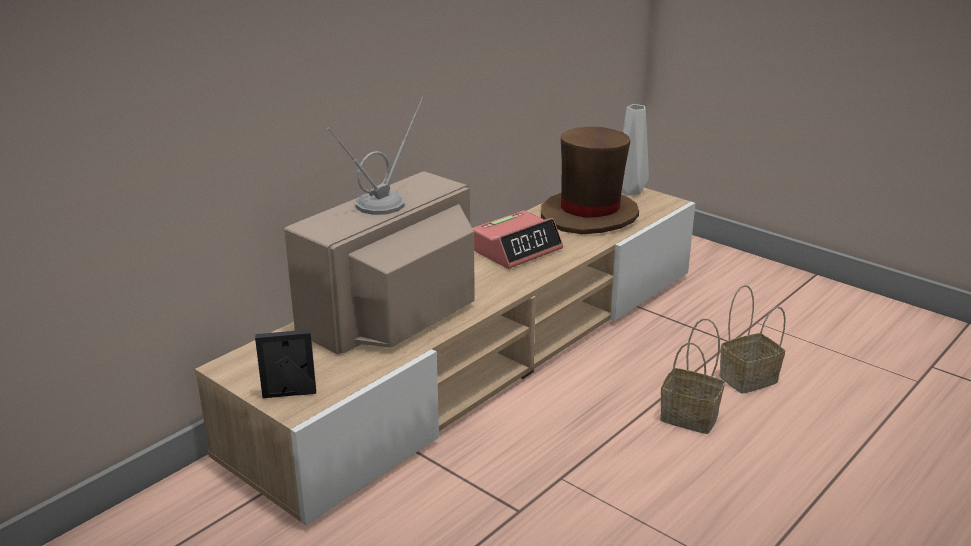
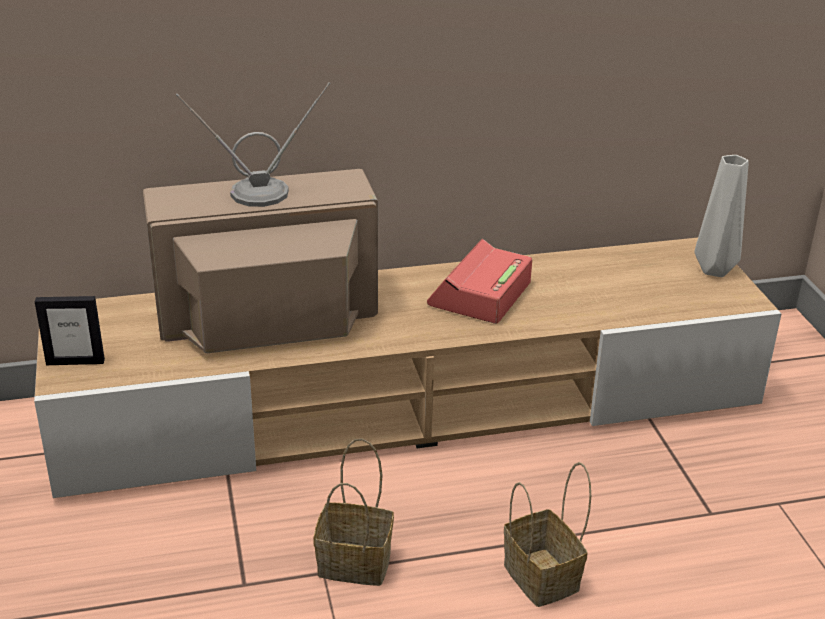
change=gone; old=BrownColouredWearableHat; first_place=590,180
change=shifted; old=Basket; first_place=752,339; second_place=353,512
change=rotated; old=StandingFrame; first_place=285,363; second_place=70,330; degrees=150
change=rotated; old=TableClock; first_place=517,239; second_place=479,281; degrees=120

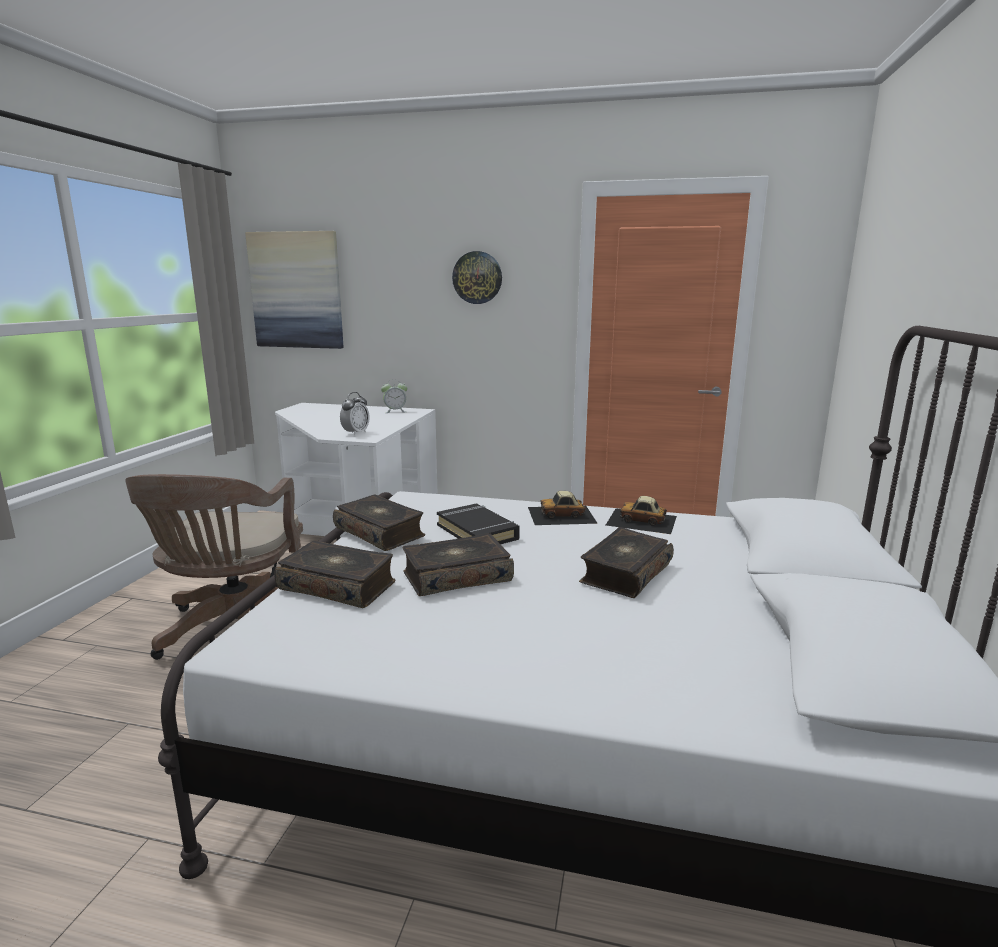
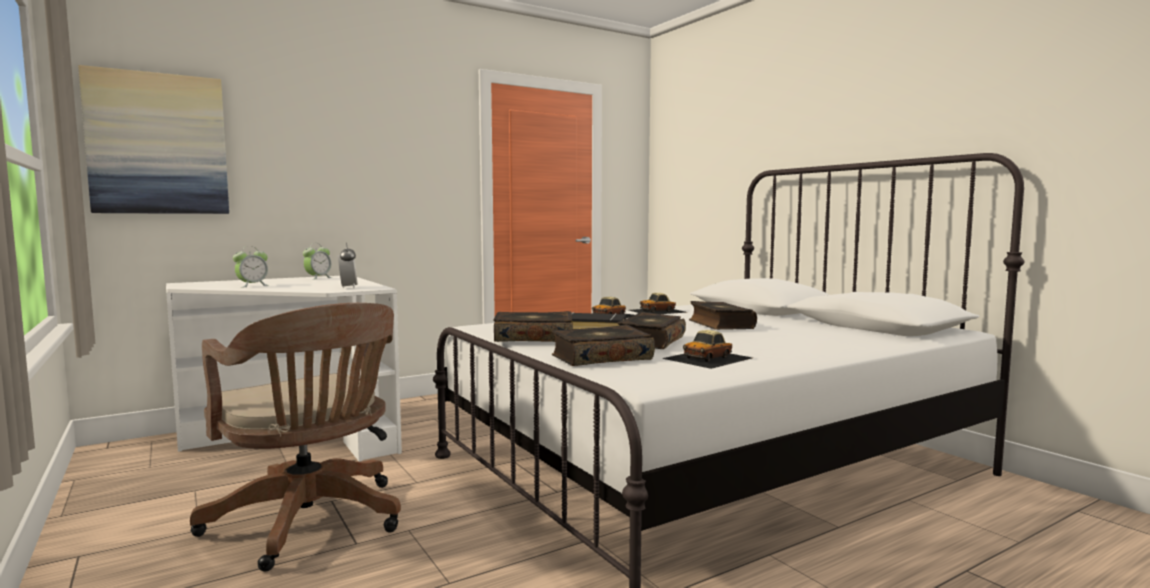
change=gone; old=ClockOnTheWall; first_place=477,277
change=new; new=TableClock; second_place=251,267
change=new; new=MiniatureCar; second_place=707,349

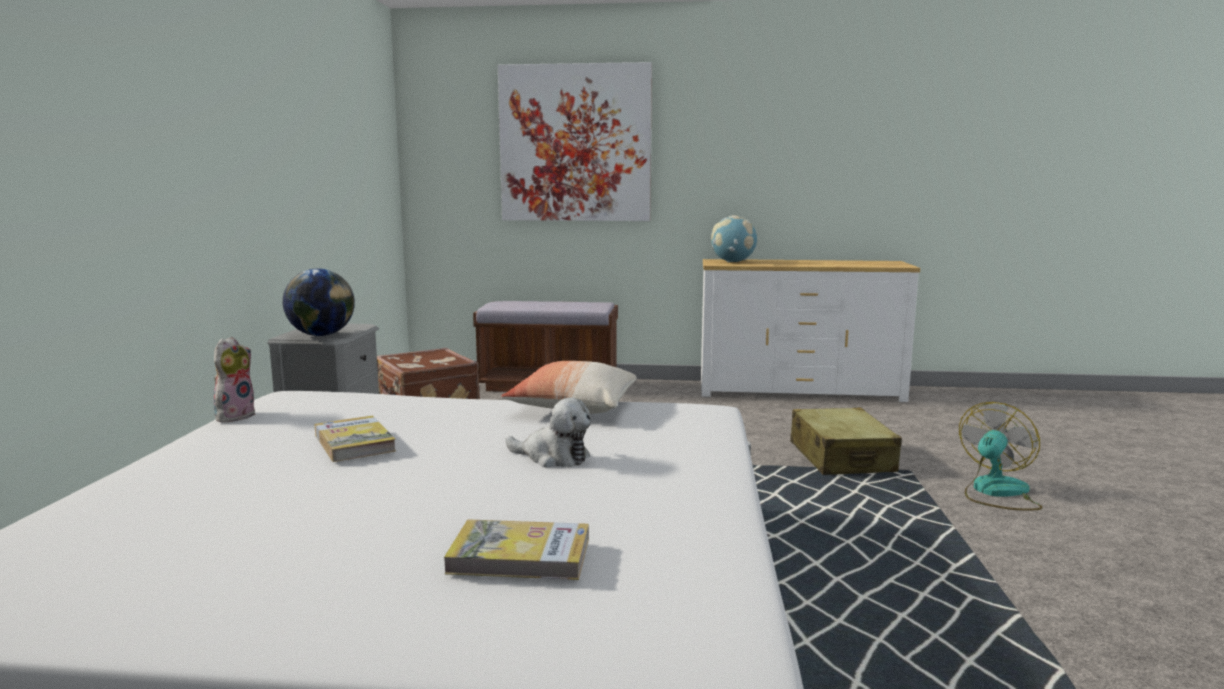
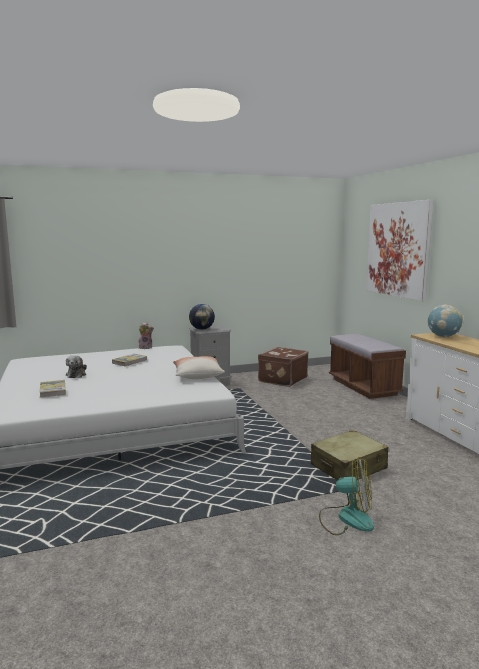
change=shifted; old=PlushToy; first_place=548,432; second_place=76,366

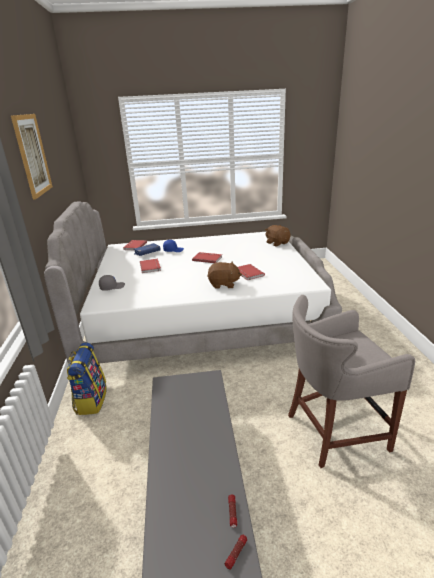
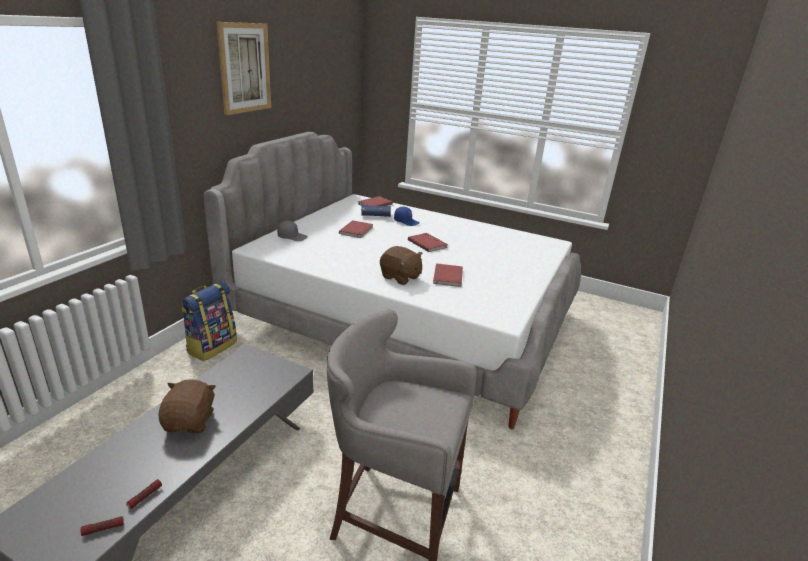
change=shifted; old=BrownColouredPlushToy; first_place=278,235; second_place=187,406

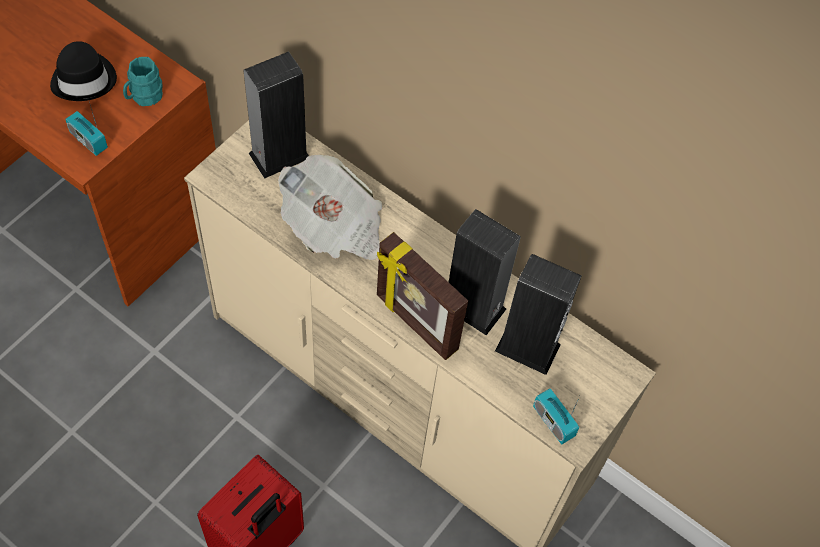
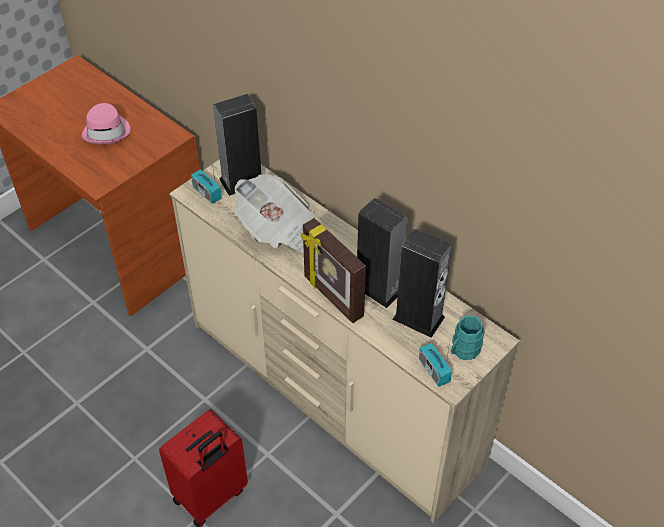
change=shifted; old=RadioSet; first_place=86,129; second_place=206,183
change=shifted; old=BlueGreenCoffeeMug; first_place=143,81; second_place=467,338
change=repainted; old=BlackWearableHat; new=PinkColouredWearableHat; first_place=83,71; second_place=106,124

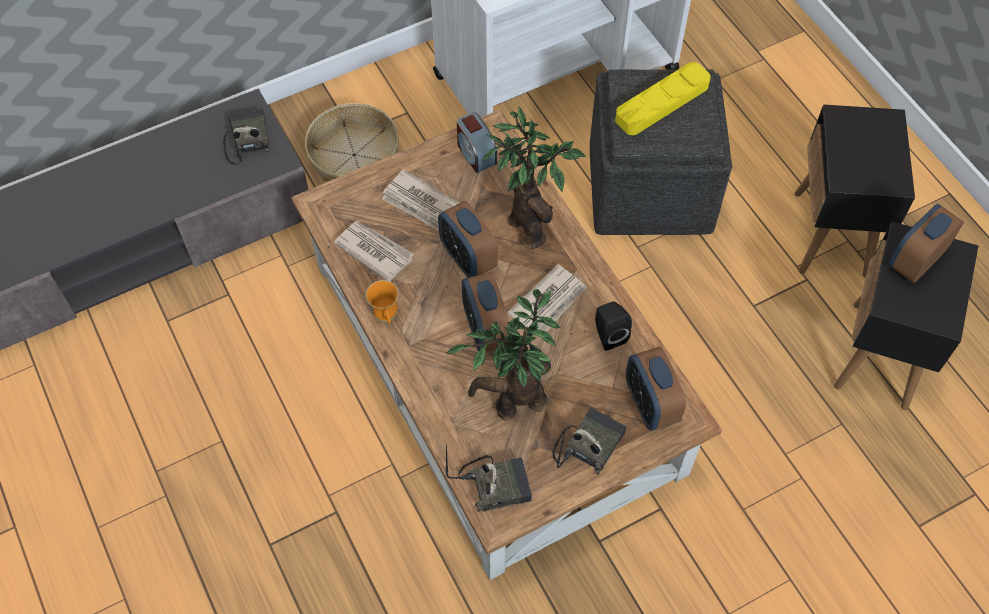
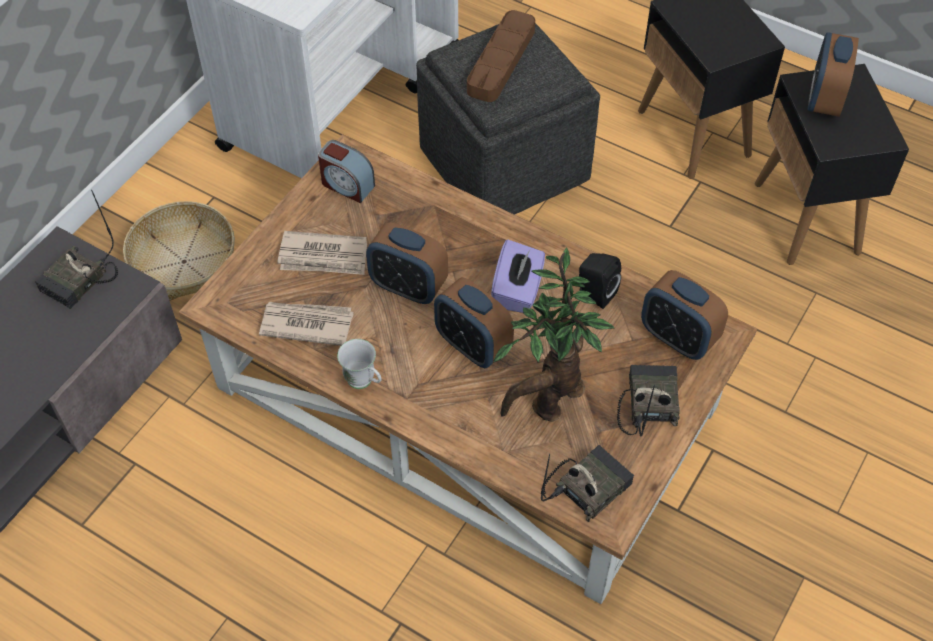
change=gone; old=PottedPlant; first_place=534,178
change=swapped; old=PrintedPaper; new=PurpleColouredTissueHolder; first_place=547,297; second_place=518,276
change=repainted; old=OrangeyCoffeeMug; new=WhiteColouredCoffeeMug; first_place=382,302; second_place=359,364
change=repainted; old=YellowColouredCarryingTray; new=BrownColouredCarryingTray; first_place=663,98; second_place=501,56
change=rotated; old=RadioSet; first_place=246,137; second_place=76,249; degrees=-105

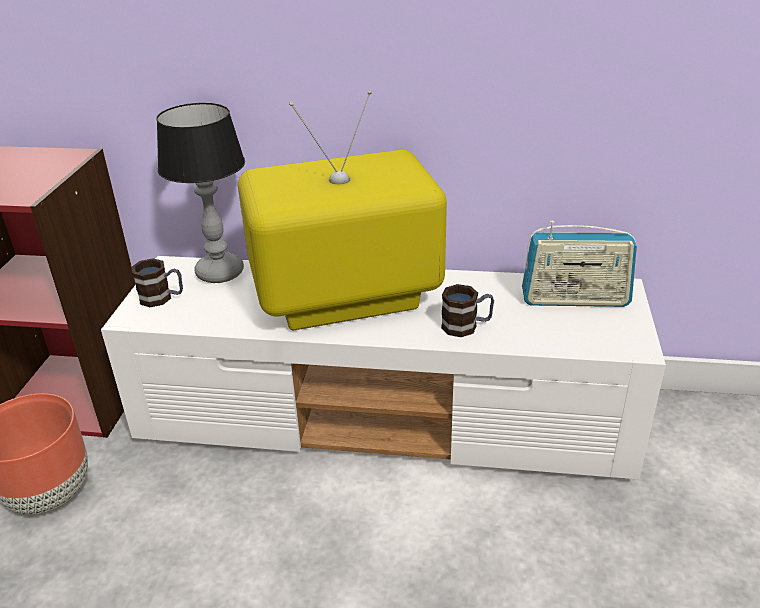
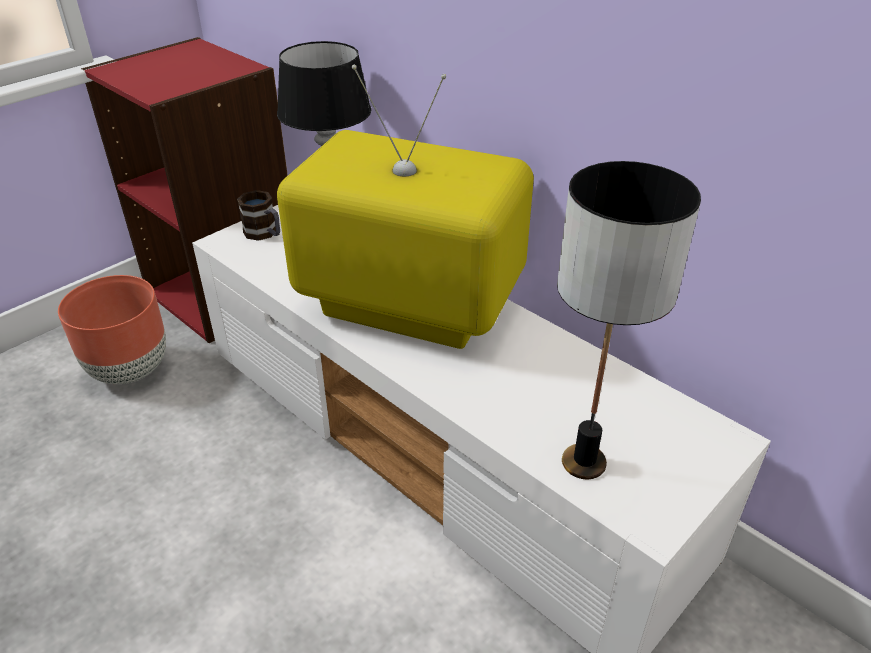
change=gone; old=CoffeeMug; first_place=467,310
change=gone; old=RadioSet; first_place=579,264
change=new; new=TableLamp; second_place=629,320

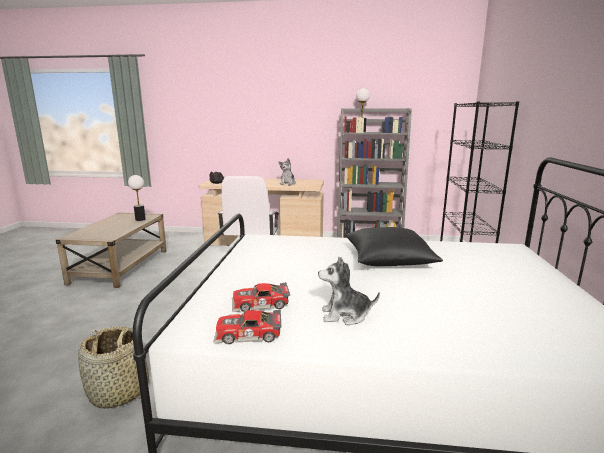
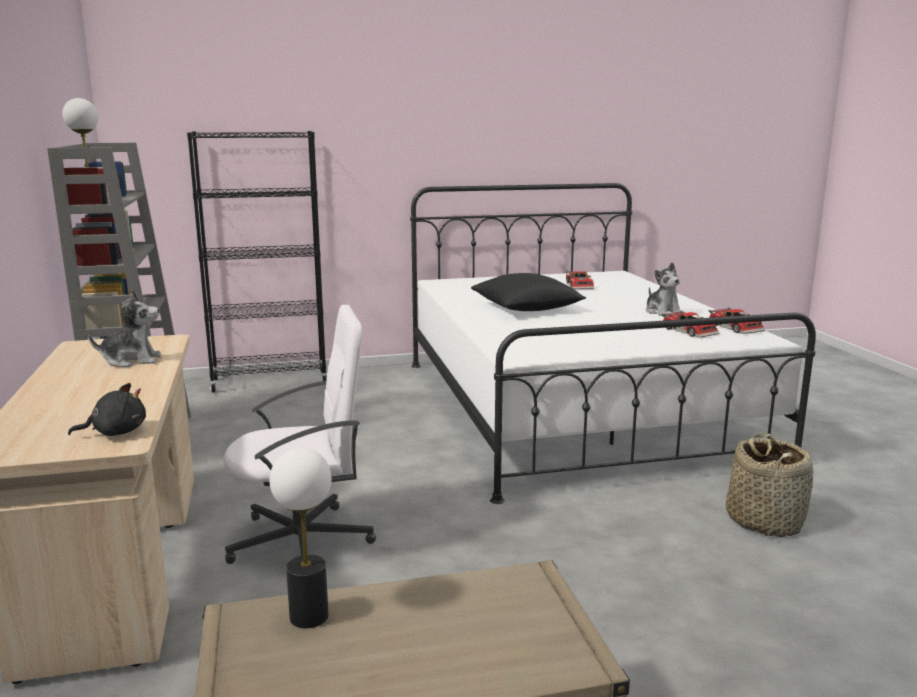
change=new; new=MiniatureCar; second_place=580,280

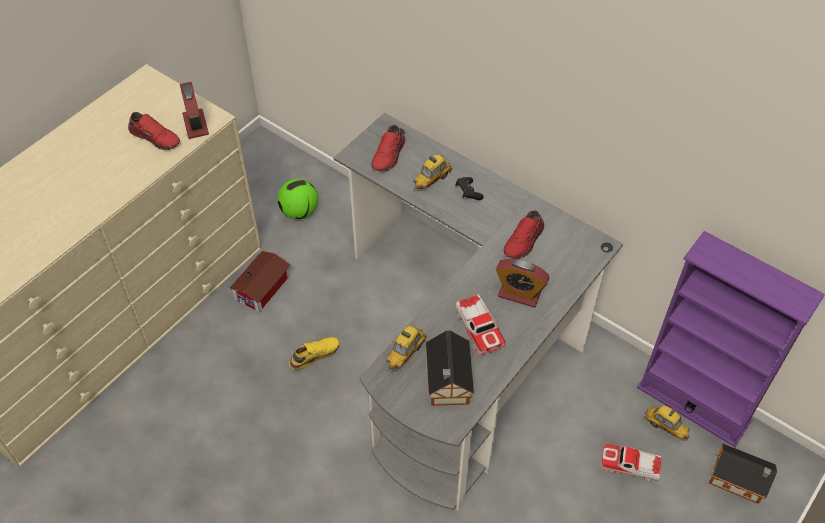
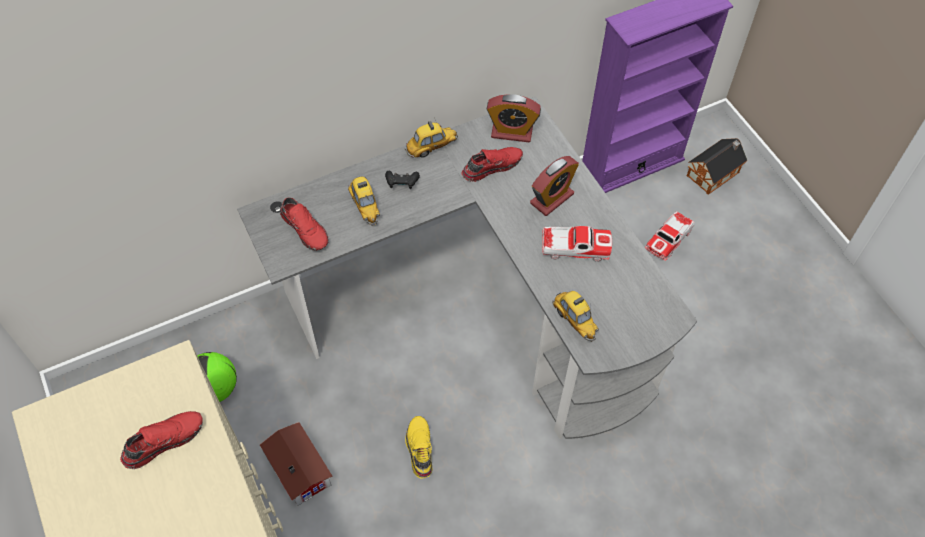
change=gone; old=ToyHouse; first_place=450,368
change=shifted; old=TableClock; first_place=194,110; second_place=514,118
change=shifted; old=MiniatureCar; first_place=667,423; second_place=431,137
change=rotated; old=RedLowShoe; first_place=523,234; second_place=492,164; degrees=-90

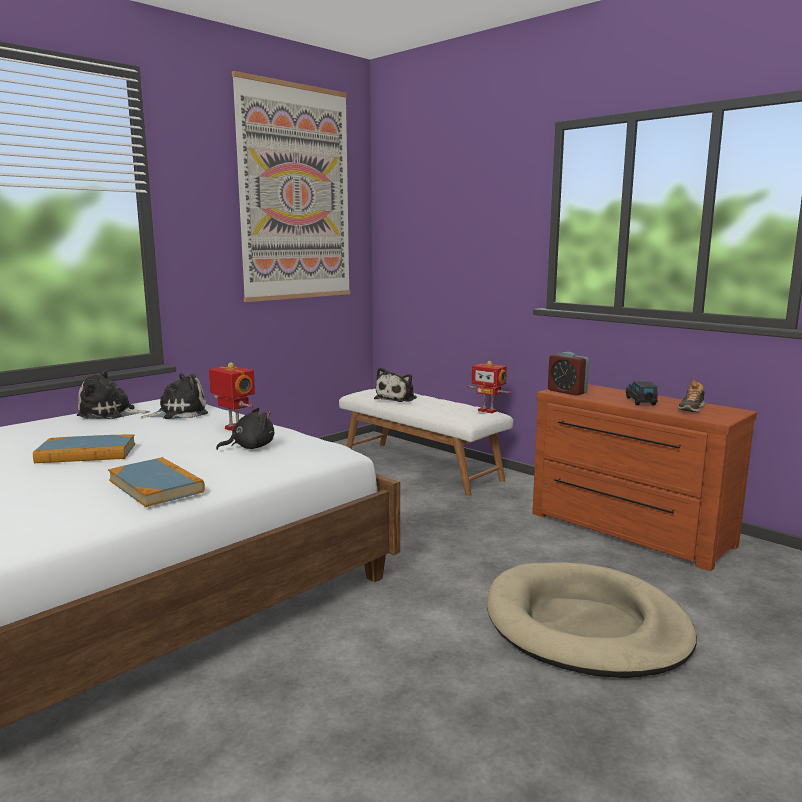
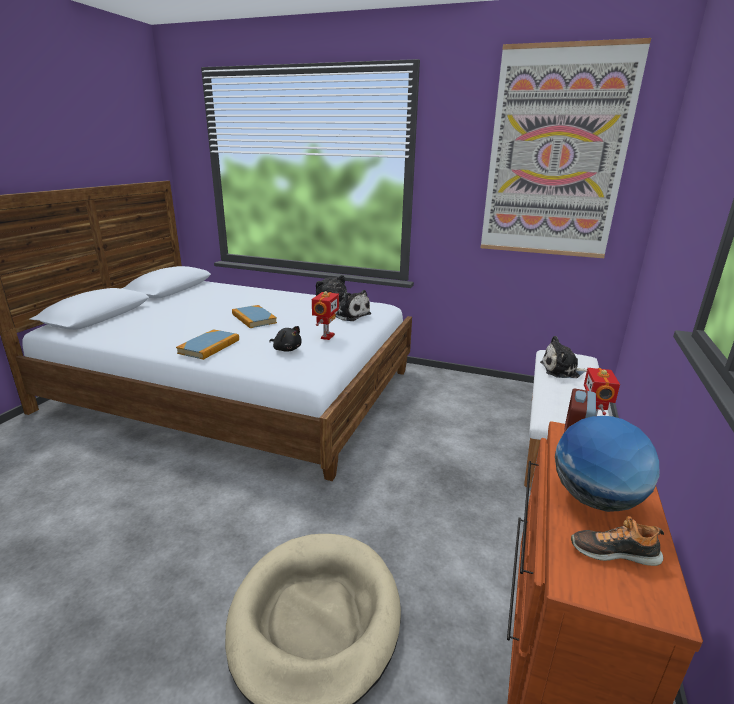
change=swapped; old=BlackMiniatureCar; new=WorldGlobe; first_place=642,393; second_place=607,464

